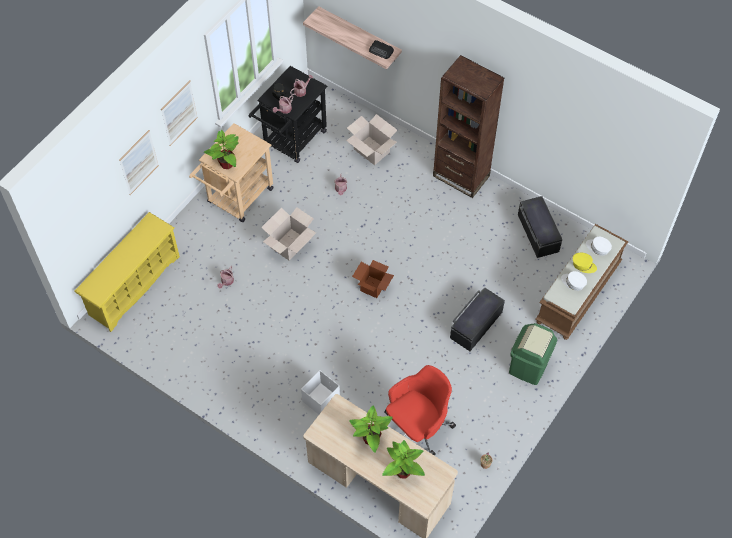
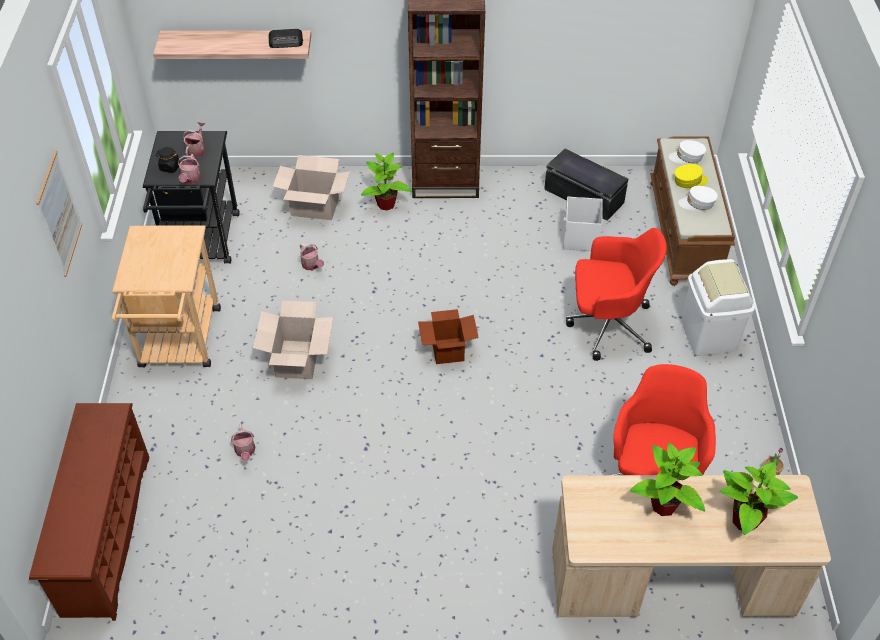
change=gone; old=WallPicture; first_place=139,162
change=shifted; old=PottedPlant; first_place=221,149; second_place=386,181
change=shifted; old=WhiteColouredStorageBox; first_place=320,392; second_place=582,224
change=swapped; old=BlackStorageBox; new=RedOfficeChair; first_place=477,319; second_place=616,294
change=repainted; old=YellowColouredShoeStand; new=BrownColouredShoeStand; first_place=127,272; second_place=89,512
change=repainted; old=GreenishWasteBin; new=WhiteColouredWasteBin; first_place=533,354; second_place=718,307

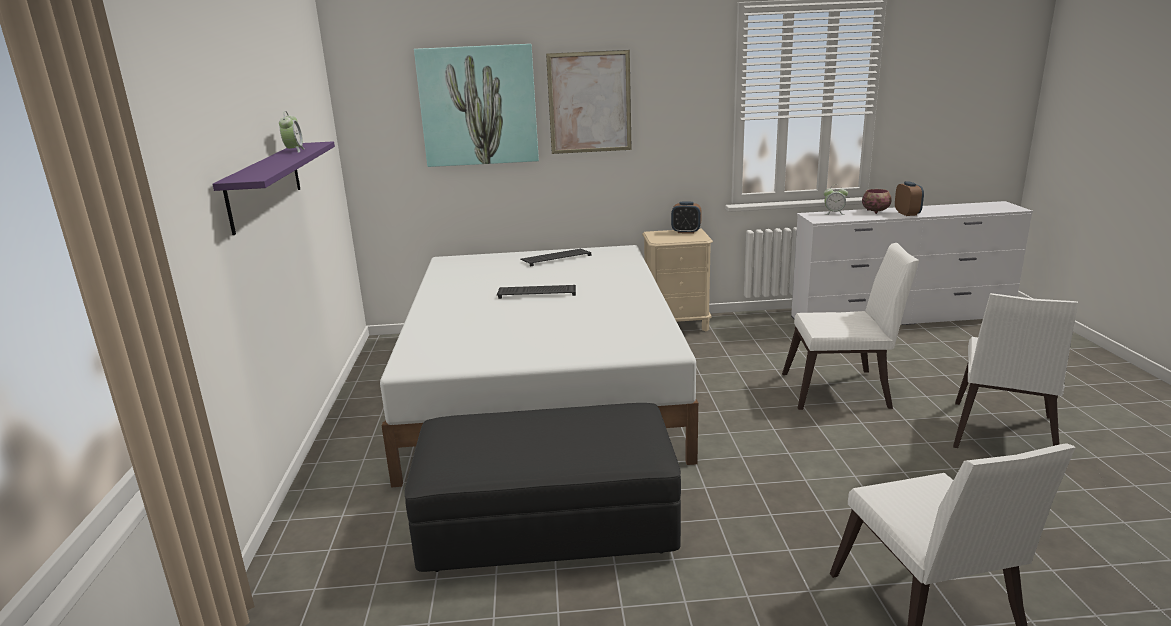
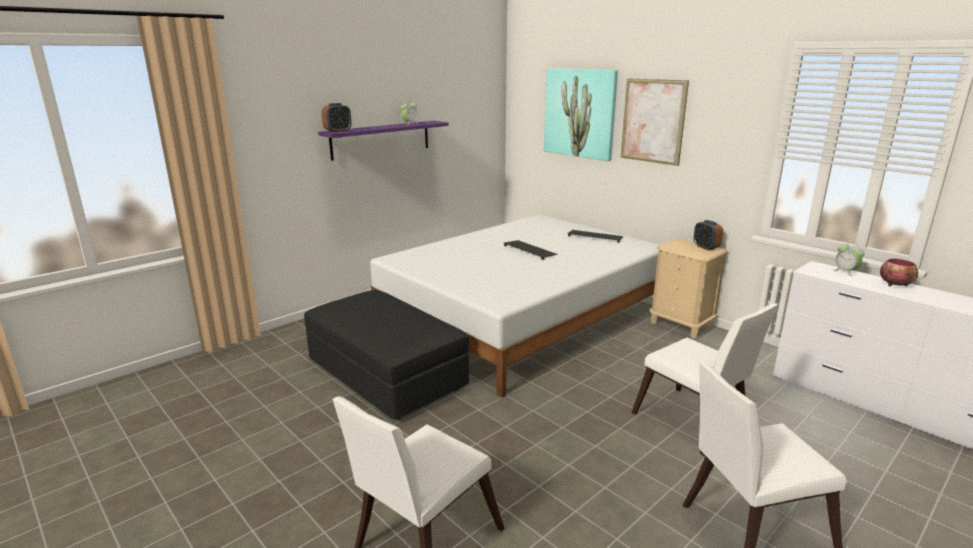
change=shifted; old=TableClock; first_place=909,198; second_place=337,118

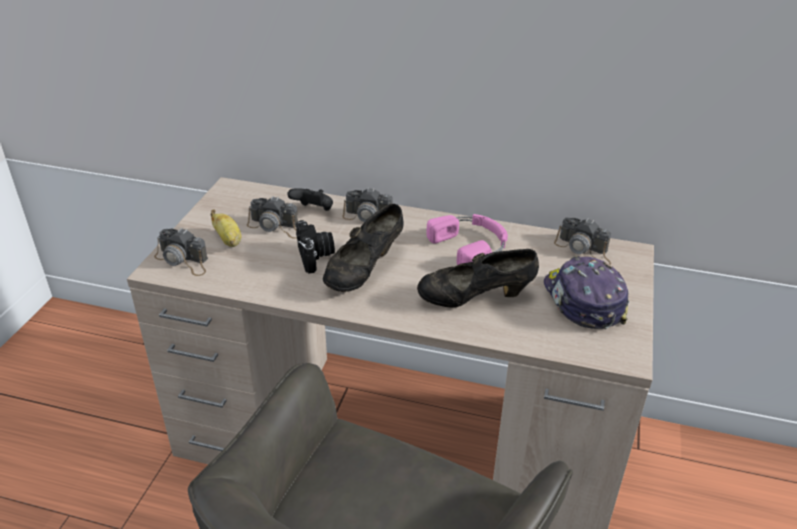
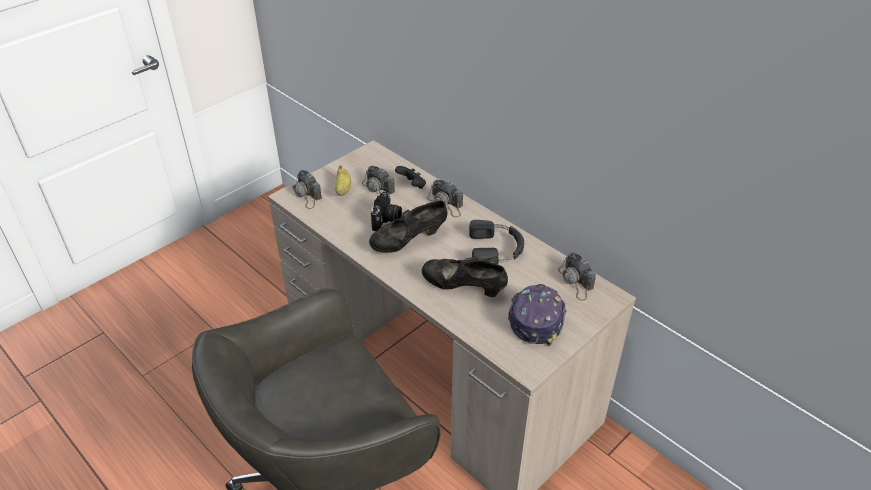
change=repainted; old=PinkColouredHeadphones; new=BlackHeadphones; first_place=467,239; second_place=496,242

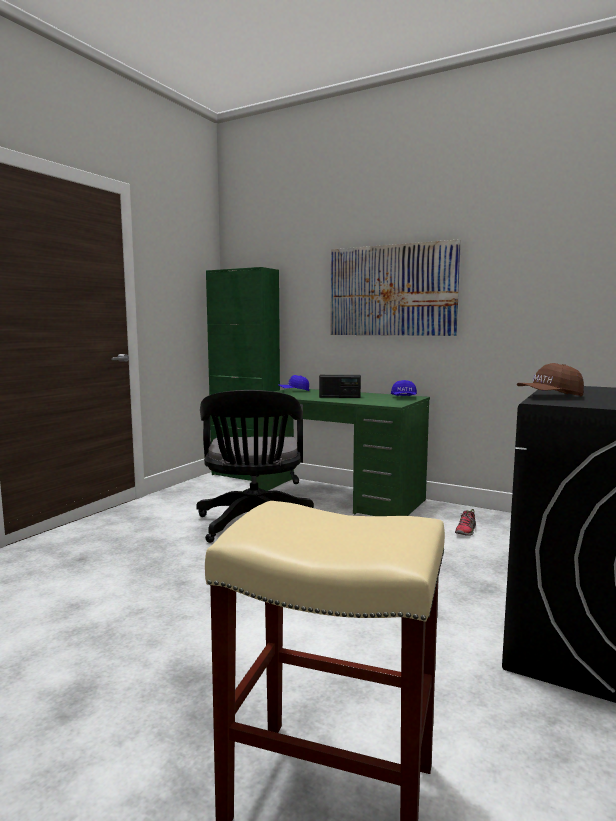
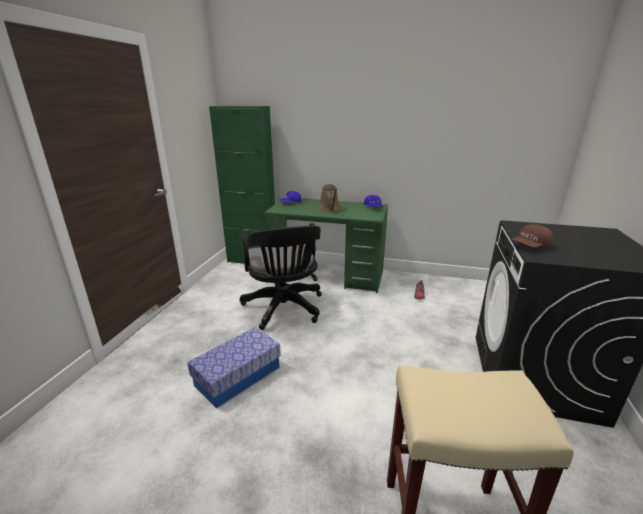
change=gone; old=WallPicture; first_place=395,287
change=new; new=StorageBox; second_place=234,367
change=swapped; old=RadioSet; new=BrownColouredWateringPot; first_place=340,386; second_place=329,198

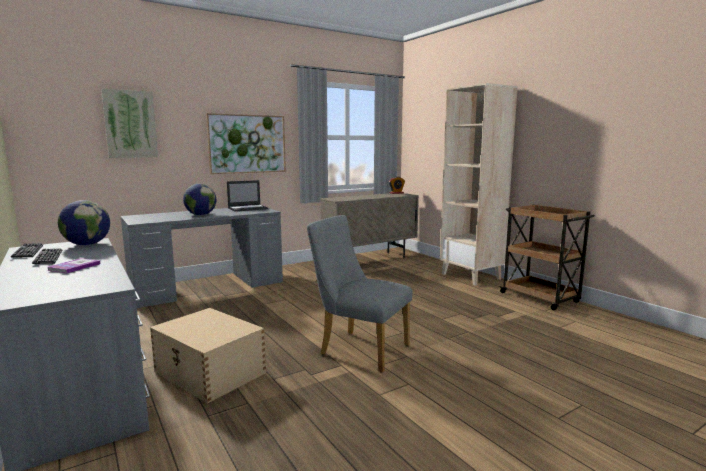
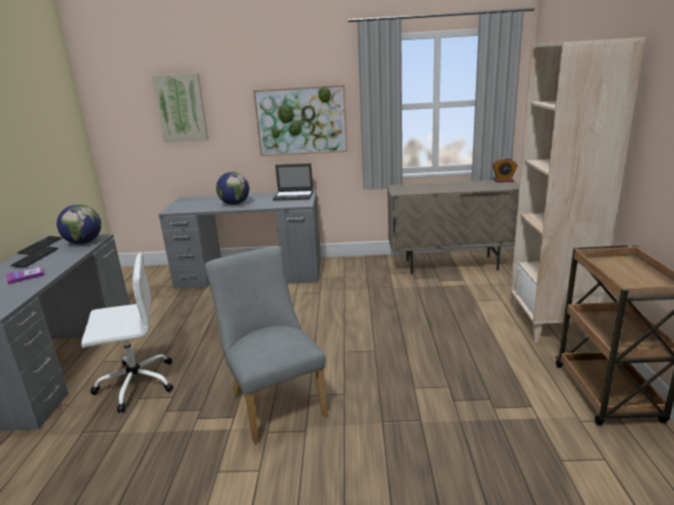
change=swapped; old=SandColouredStorageBox; new=WhiteColouredOfficeChair; first_place=208,356; second_place=127,332

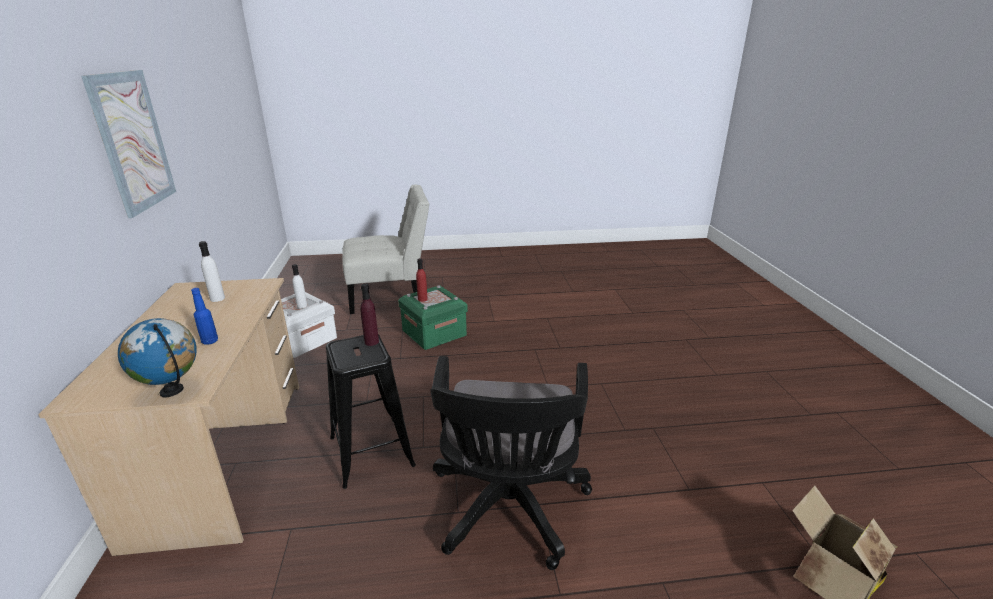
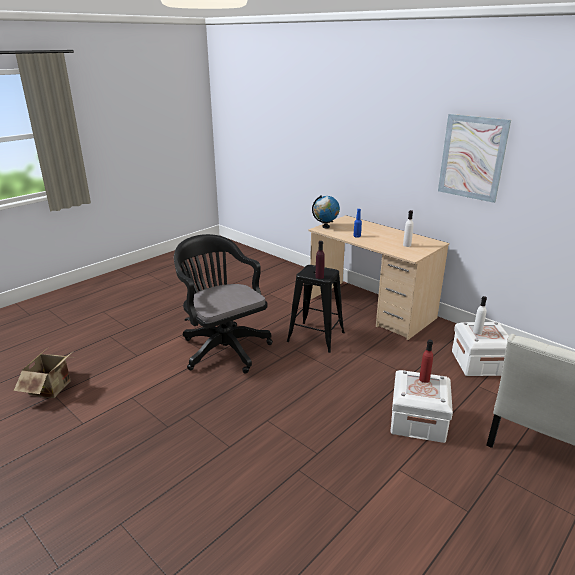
change=repainted; old=GreenishStorageBox; new=WhiteColouredStorageBox; first_place=433,317; second_place=421,406

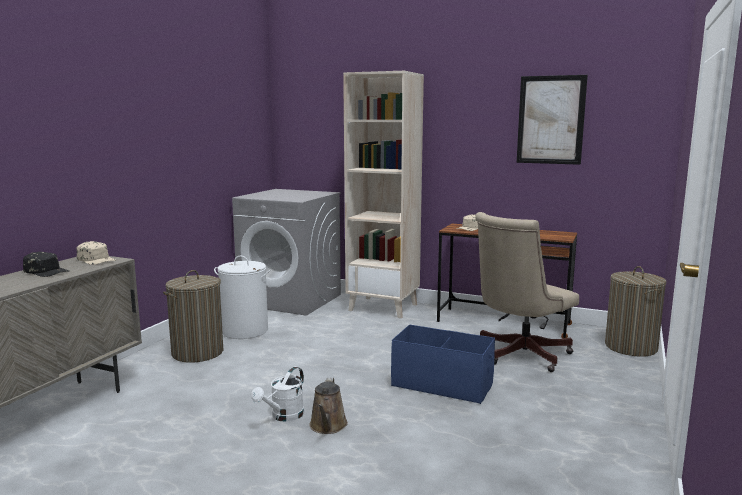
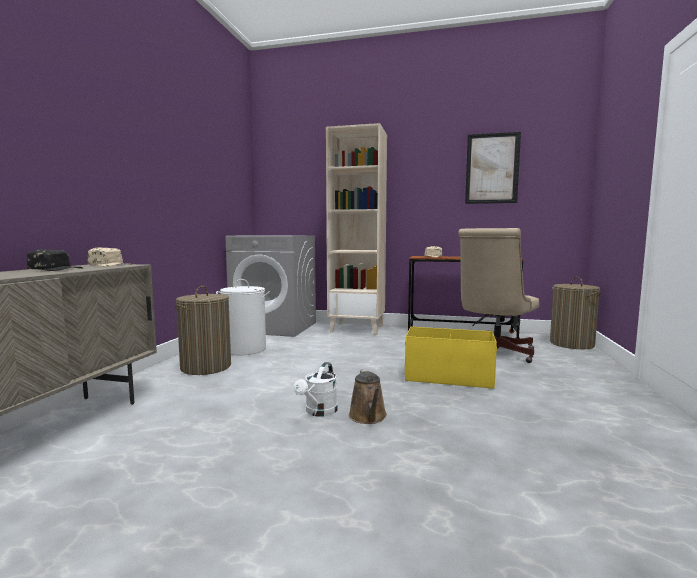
change=repainted; old=BlueStorageBox; new=YellowColouredStorageBox; first_place=443,364; second_place=451,358

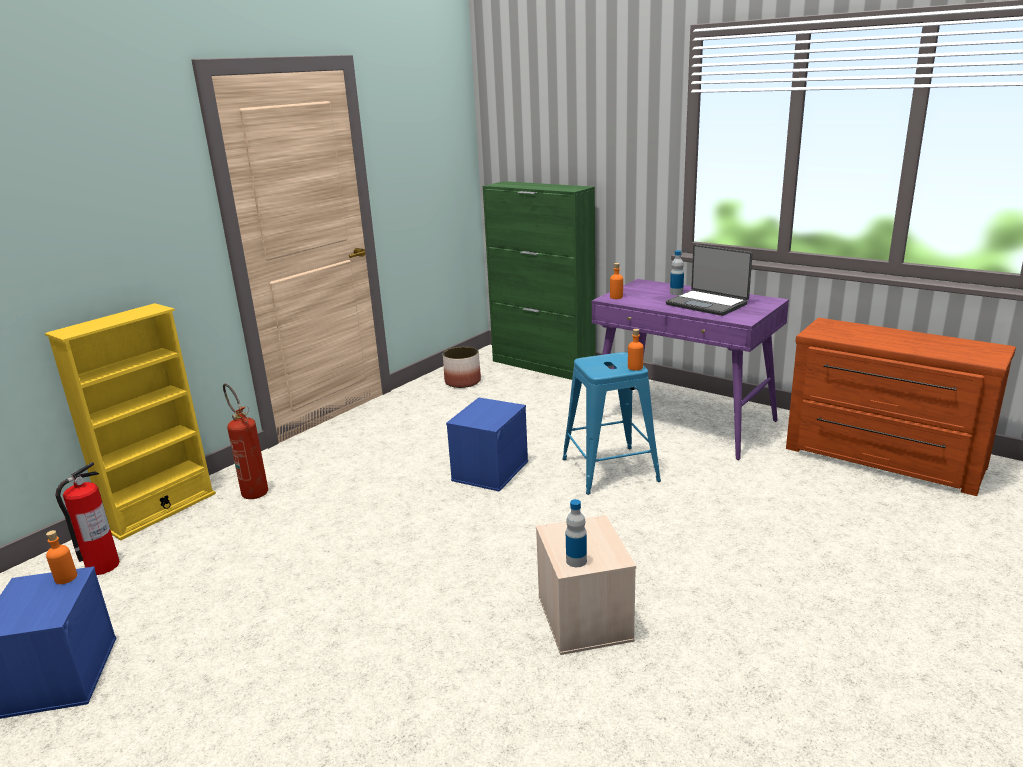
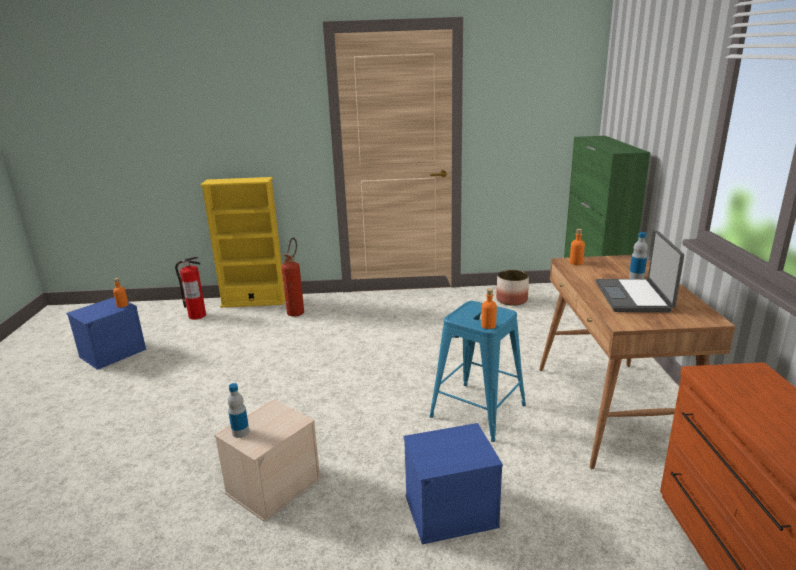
change=shifted; old=BlueStorageBox; first_place=487,444; second_place=453,483
change=repainted; old=PurpleColouredDeskTable; new=BrownColouredDeskTable; first_place=690,369; second_place=637,362

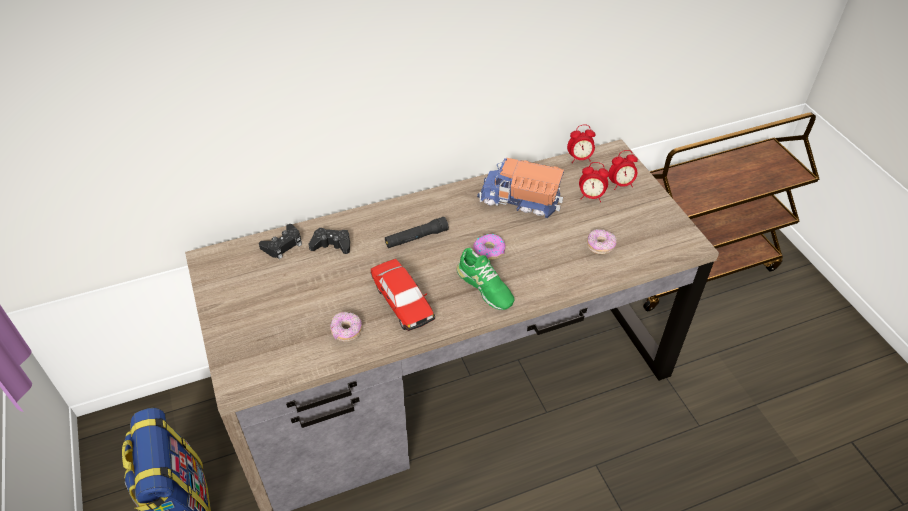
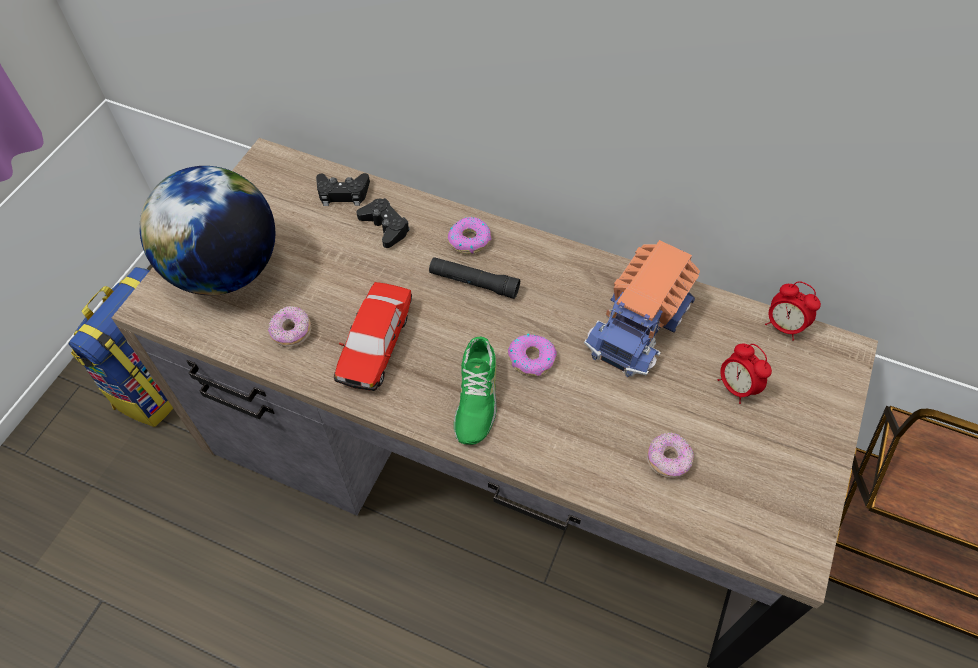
change=gone; old=TableClock; first_place=623,170
change=new; new=WorldGlobe; second_place=207,230
change=new; new=Doughnut; second_place=470,235
change=rotated; old=ToyTruck; first_place=520,188; second_place=642,308; degrees=-120

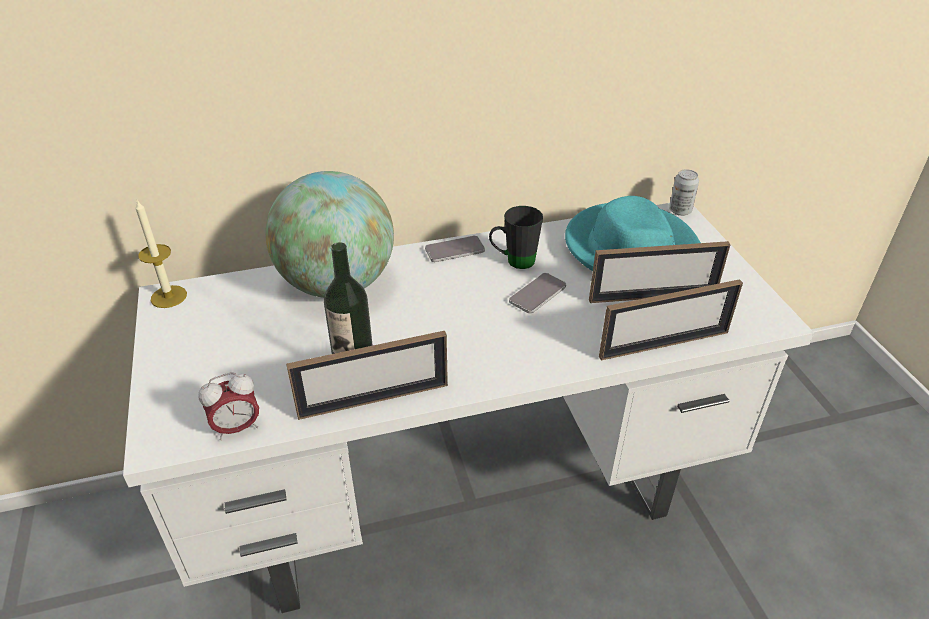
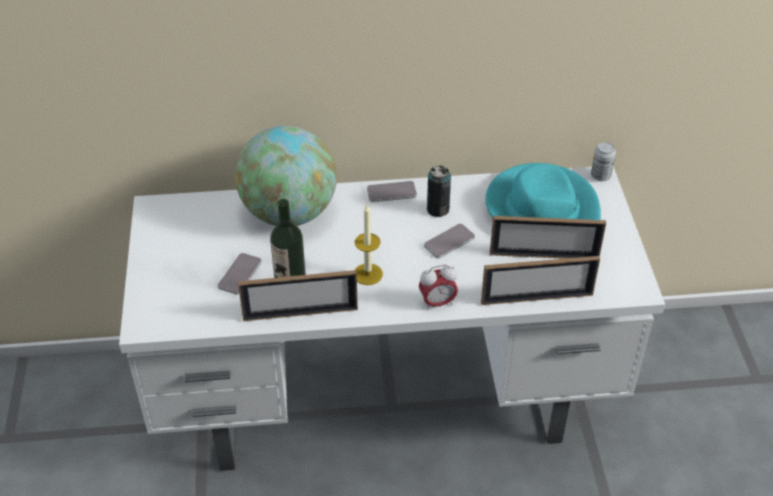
change=new; new=Phone; second_place=239,274
change=shifted; old=WaxLight; first_place=161,254; second_place=369,244
change=shifted; old=TableClock; first_place=228,406; second_place=438,287
change=swapped; old=BlackCoffeeMug; new=MetalCan; first_place=516,237; second_place=439,191

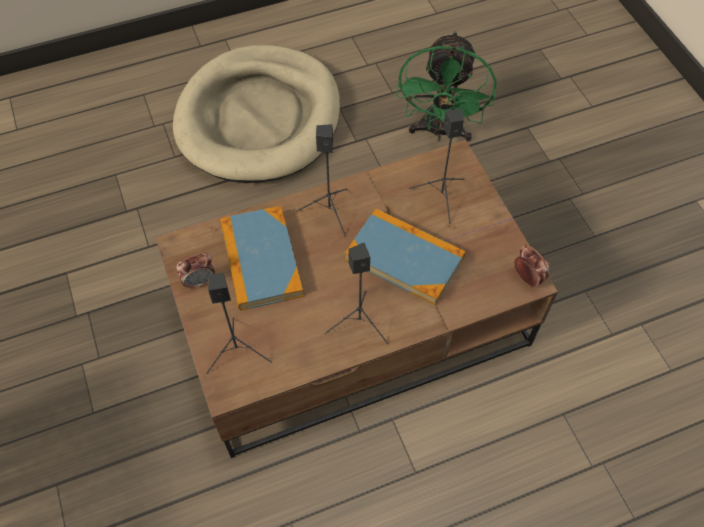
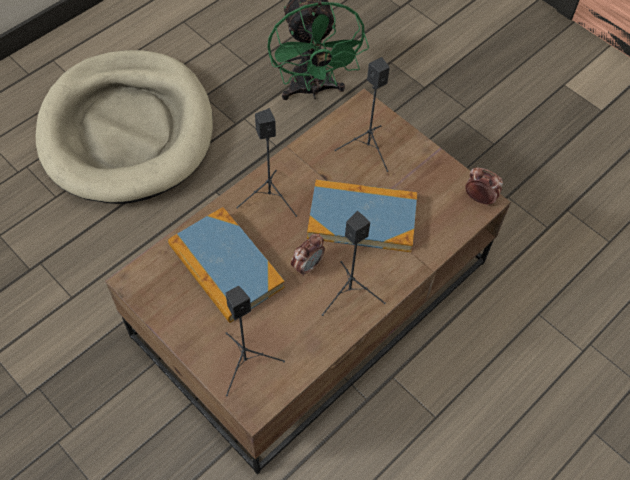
change=shifted; old=TableClock; first_place=196,271; second_place=308,255

